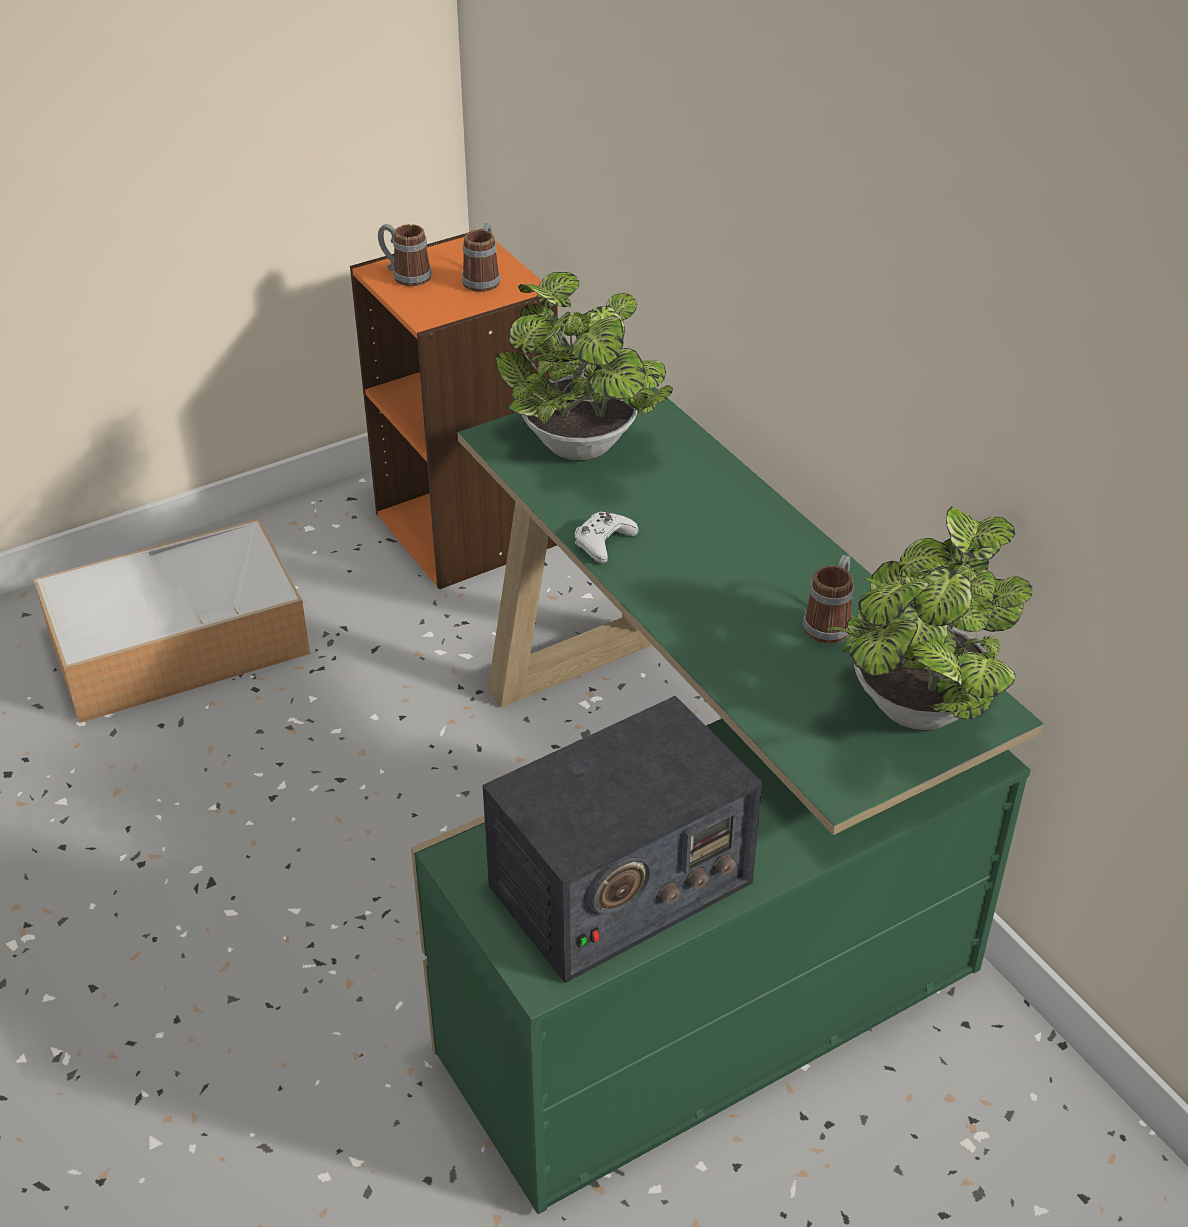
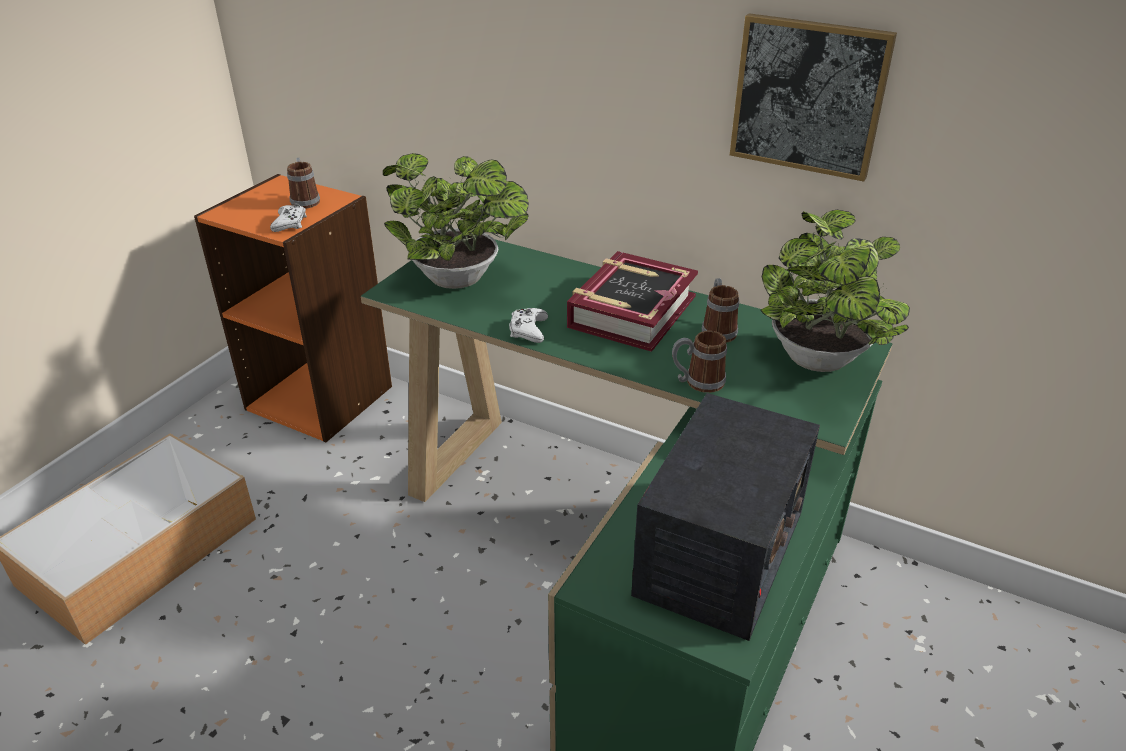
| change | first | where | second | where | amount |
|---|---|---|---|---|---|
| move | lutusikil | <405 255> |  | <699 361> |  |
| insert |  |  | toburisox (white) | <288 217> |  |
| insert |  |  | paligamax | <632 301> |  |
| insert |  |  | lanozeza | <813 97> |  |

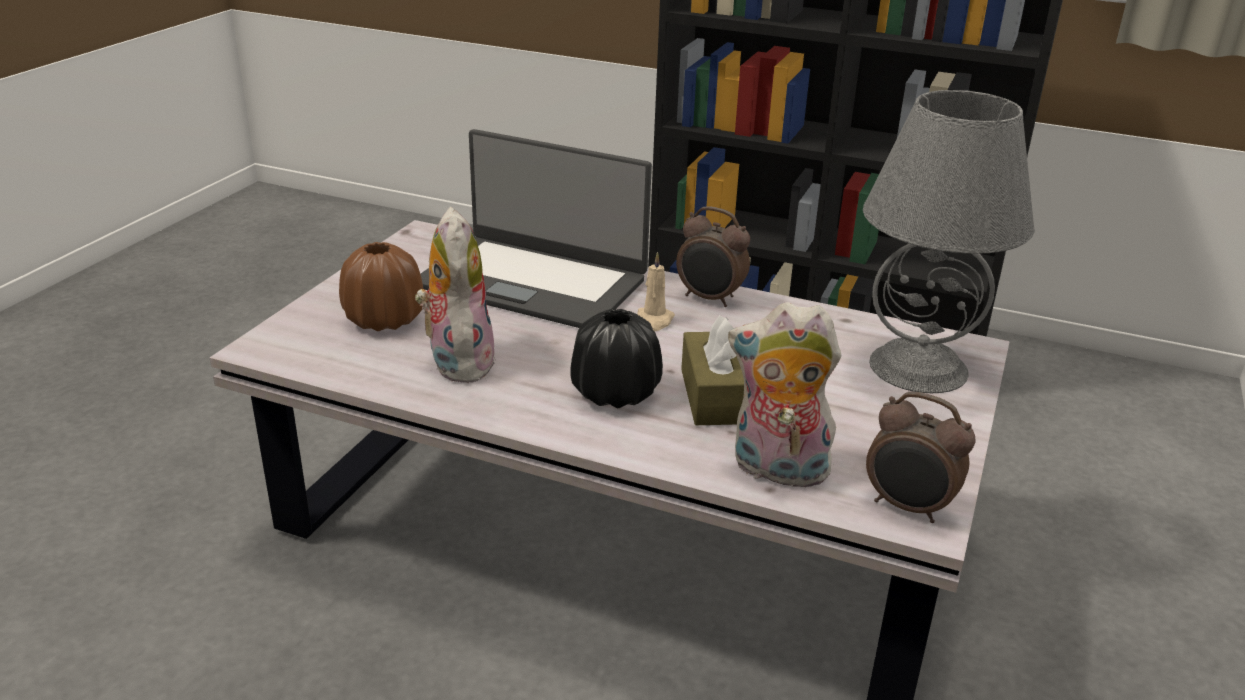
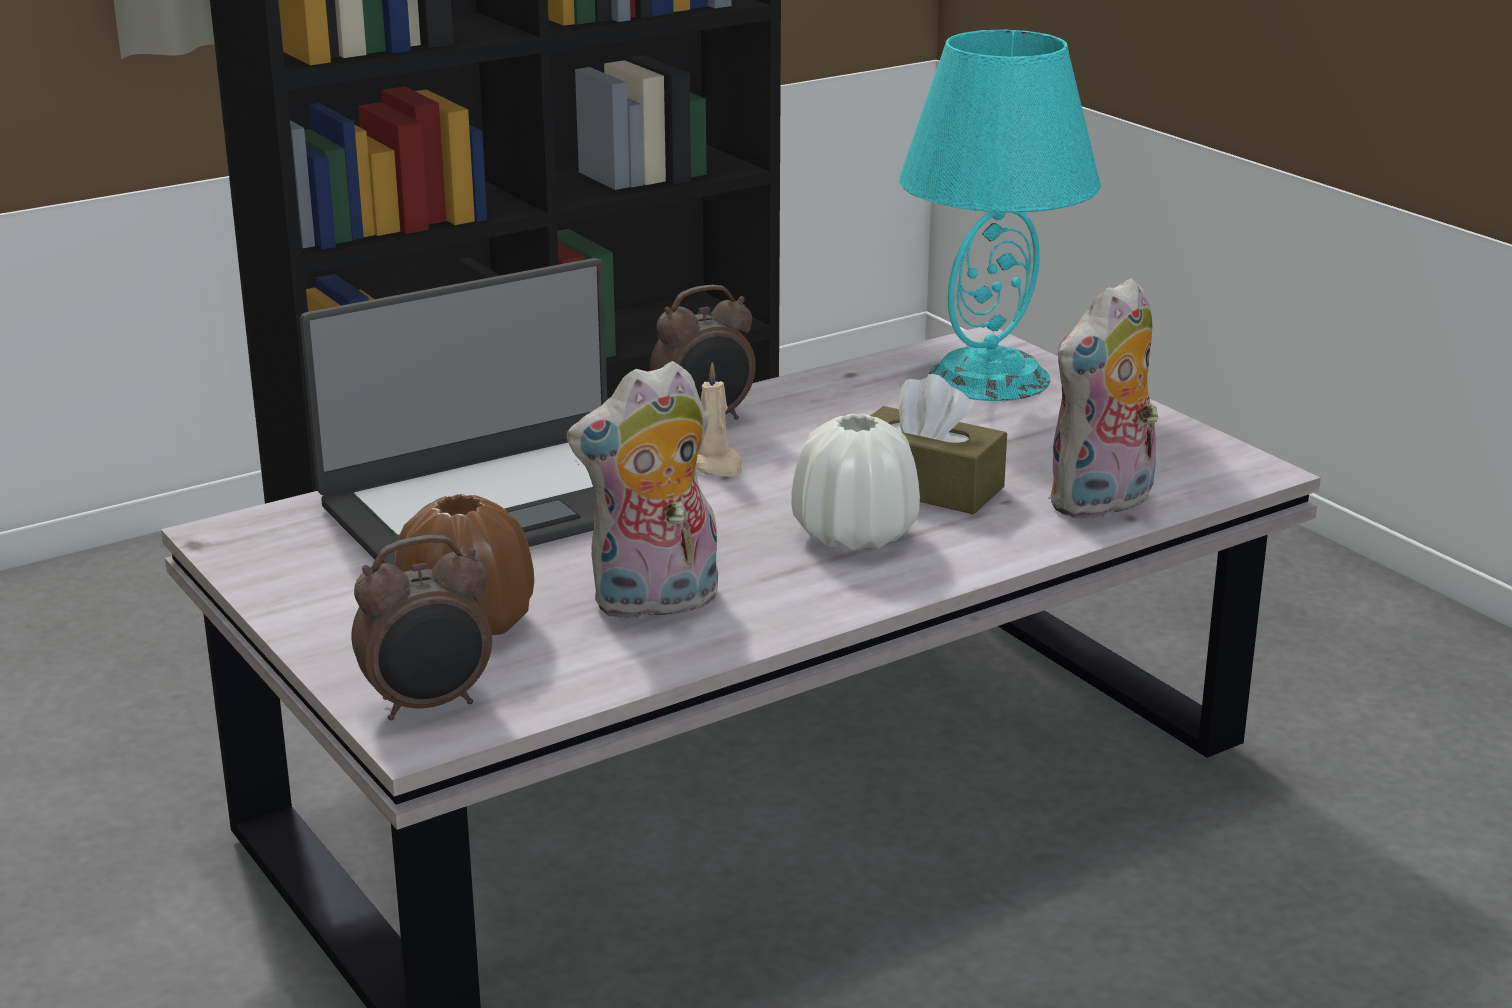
| change | first | where | second | where | amount |
|---|---|---|---|---|---|
| rotate | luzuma | <456 295> |  | <642 491> | 45 degrees counterclockwise |
| recolor | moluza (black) | <616 358> | moluza (white) | <855 482> |  |
| recolor | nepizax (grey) | <949 241> | nepizax (turquoise) | <1000 215> |  |
| move | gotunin | <921 457> |  | <421 628> |  |

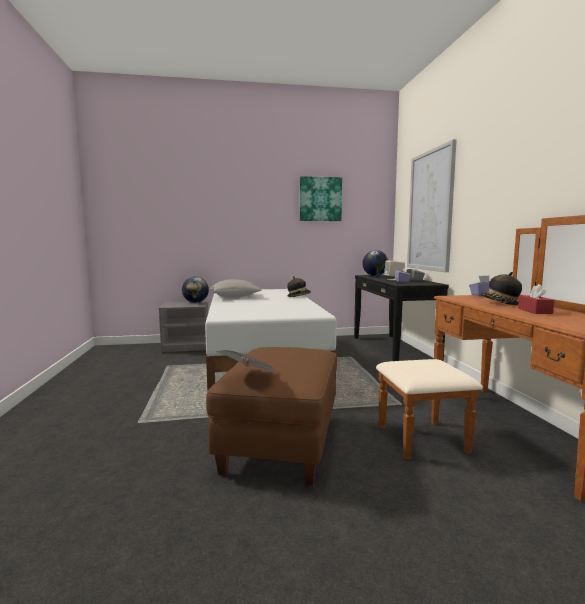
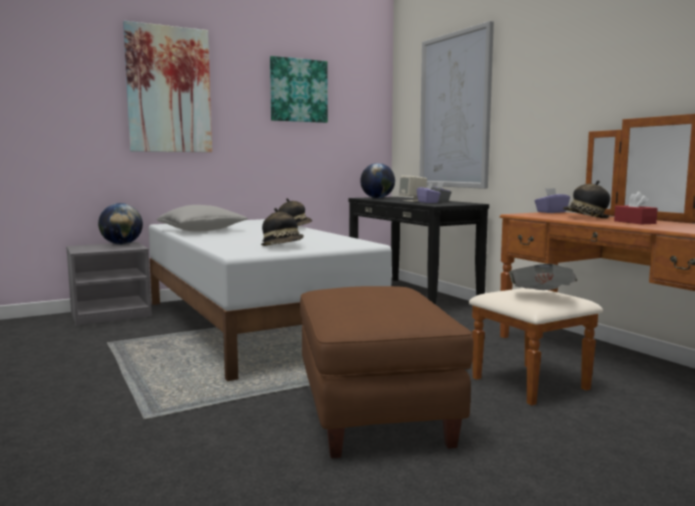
| change | first | where | second | where | amount |
|---|---|---|---|---|---|
| move | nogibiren | <246 360> |  | <543 277> |  |
| insert |  |  | lanozeza | <167 86> |  |
| insert |  |  | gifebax | <282 227> |  |

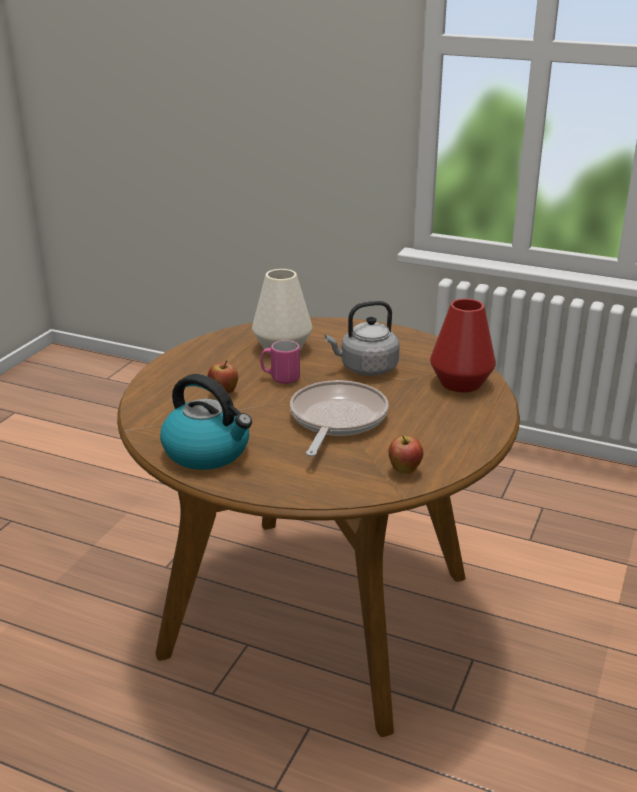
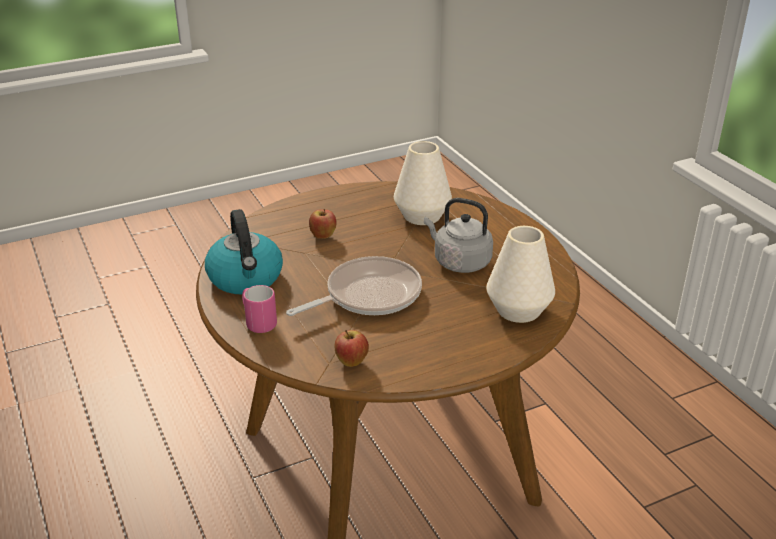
| change | first | where | second | where | amount |
|---|---|---|---|---|---|
| move | lutusikil (pink) | <280 362> |  | <259 309> |  |
| recolor | moluza (red) | <463 345> | moluza (white) | <521 274> |  |

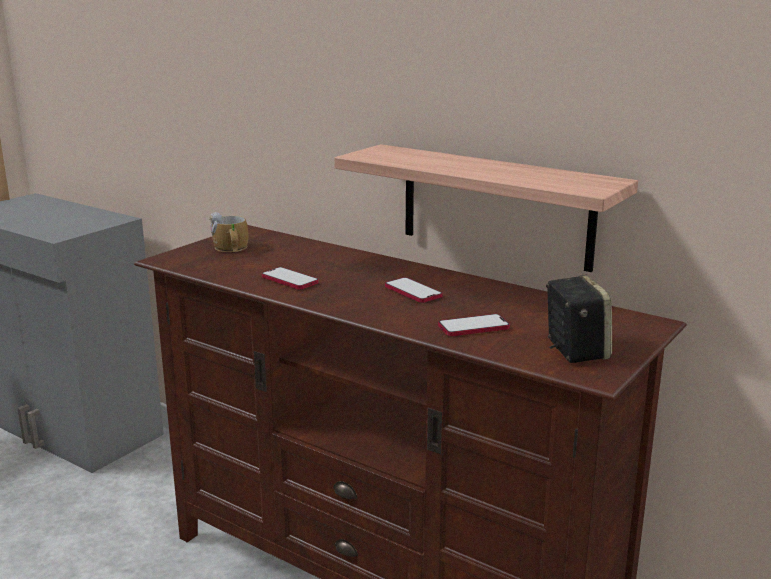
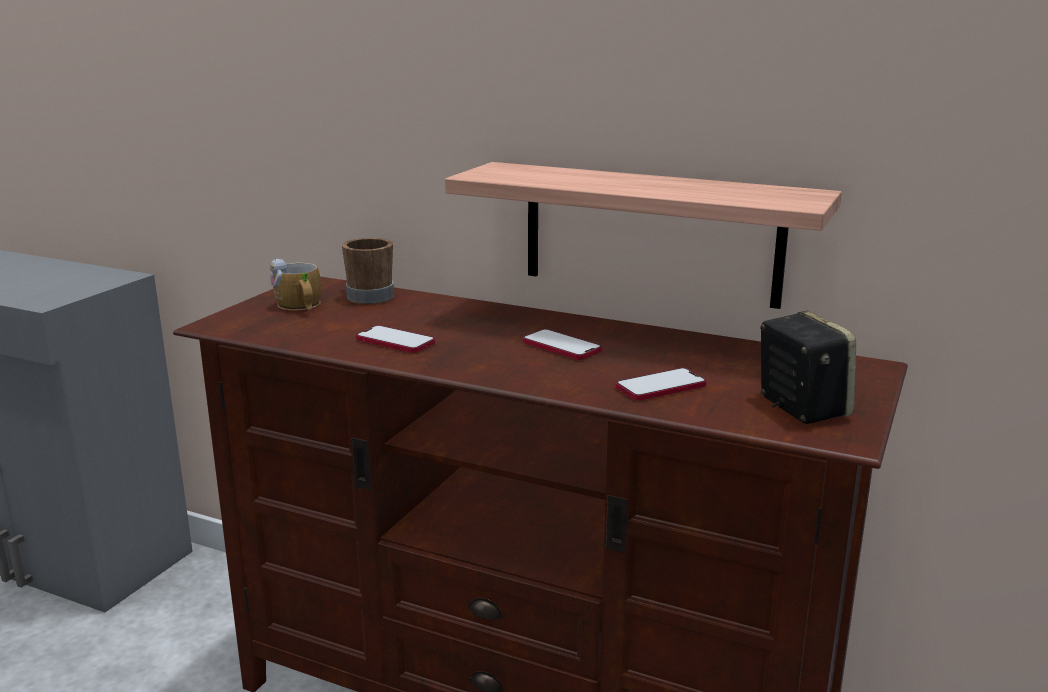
| change | first | where | second | where | amount |
|---|---|---|---|---|---|
| insert |  |  | lutusikil (brown) | <368 271> |  |

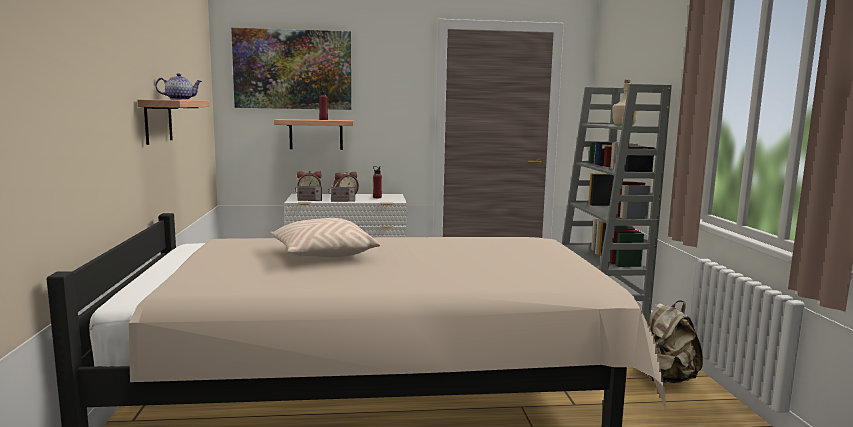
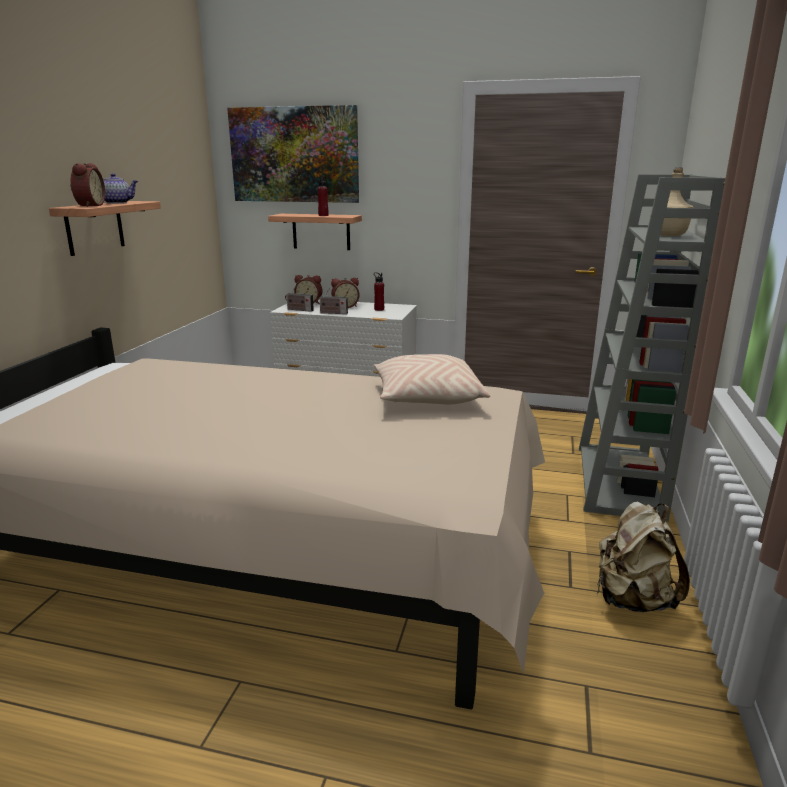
| change | first | where | second | where | amount |
|---|---|---|---|---|---|
| move | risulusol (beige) | <325 237> |  | <432 379> |  |
| insert |  |  | gotunin | <87 185> |  |

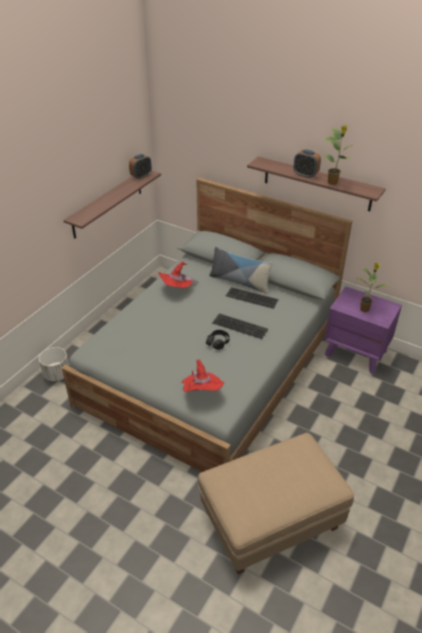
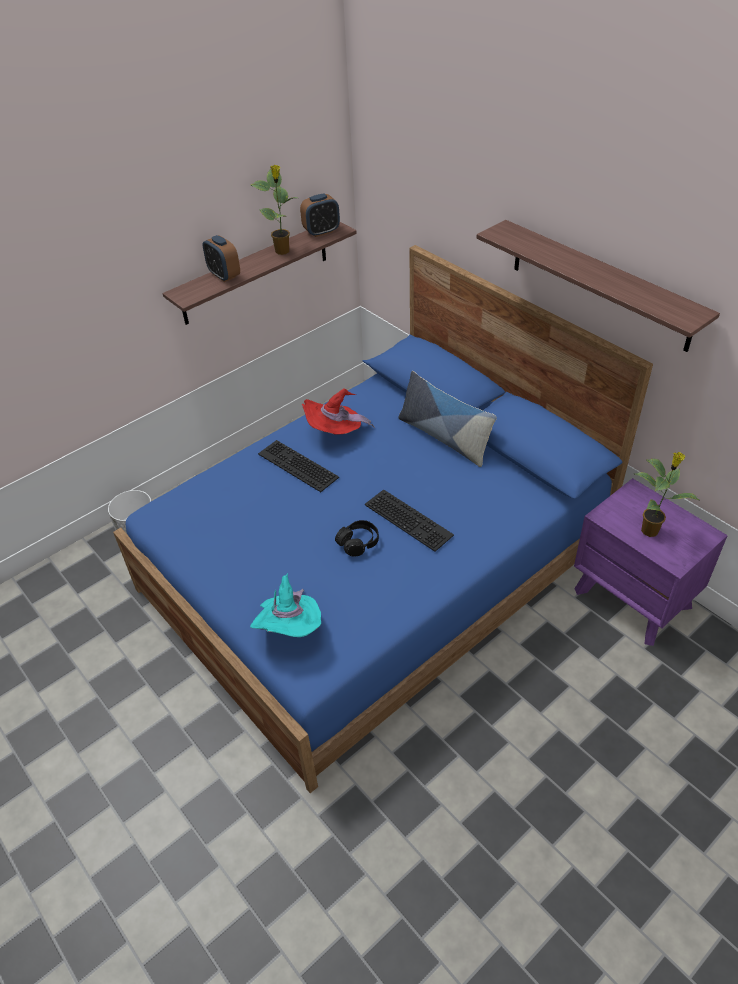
| change | first | where | second | where | amount |
|---|---|---|---|---|---|
| recolor | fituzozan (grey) | <207 325> | fituzozan (blue) | <383 519> |  |
| recolor | gifebax (red) | <202 375> | gifebax (turquoise) | <285 605> |  |
| delete | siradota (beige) | <276 503> |  |  |  |
| move | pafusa | <252 298> |  | <298 466> |  |
| move | gotunin | <307 163> |  | <221 258> |  |
| move | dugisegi | <338 155> |  | <274 210> |  |

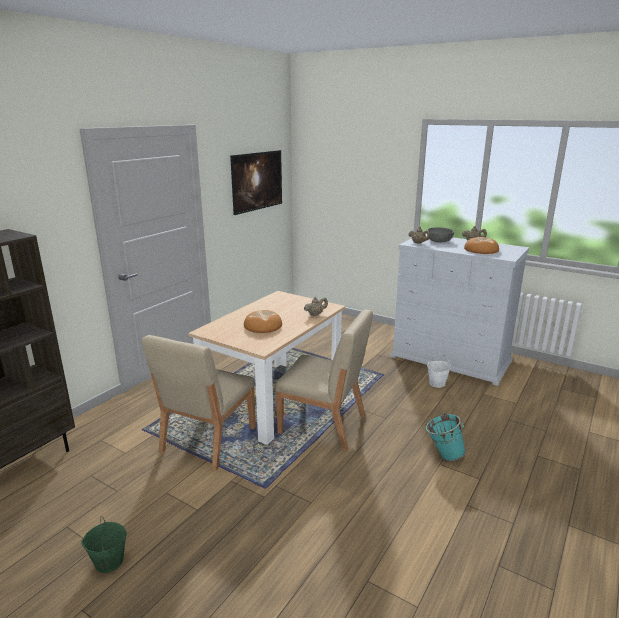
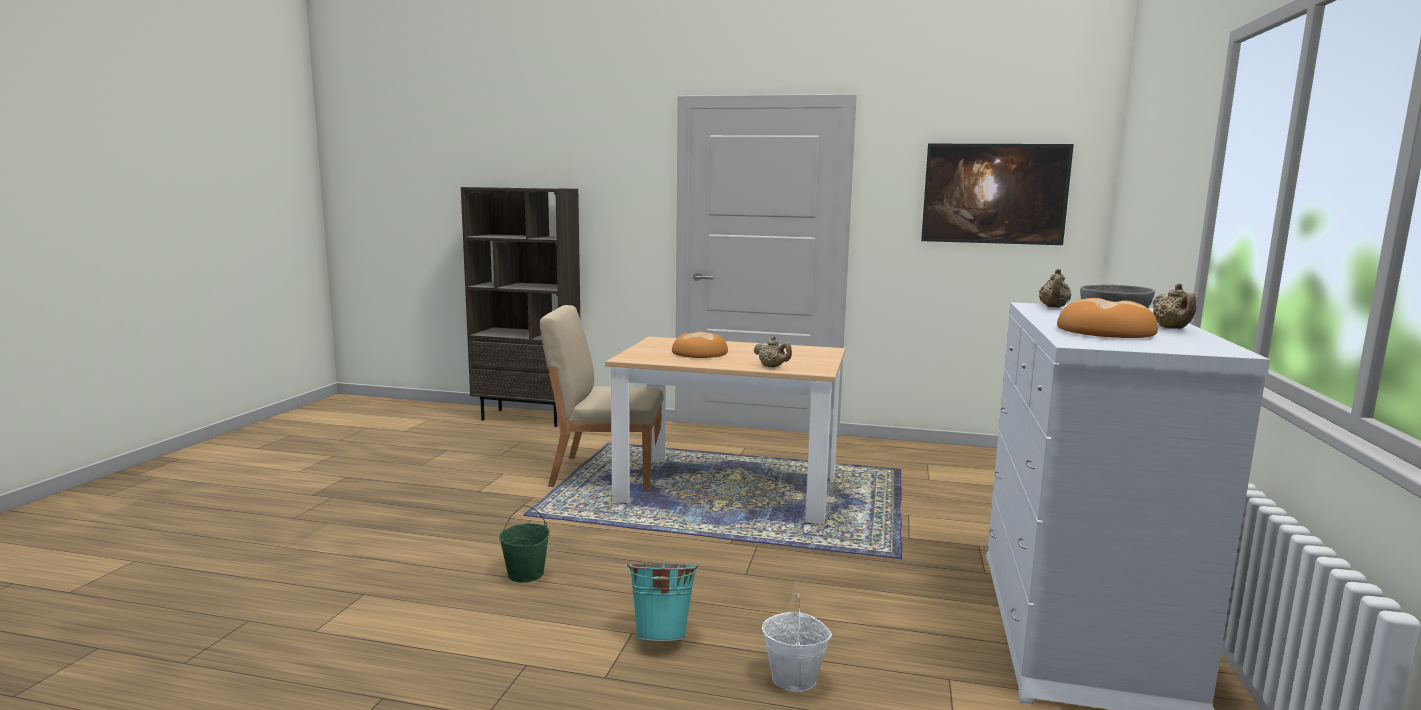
| change | first | where | second | where | amount |
|---|---|---|---|---|---|
| move | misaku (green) | <104 544> |  | <524 544> |  |
| delete | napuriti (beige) | <324 380> |  |  |  |
| move | misaku (white) | <439 370> |  | <797 642> |  |

